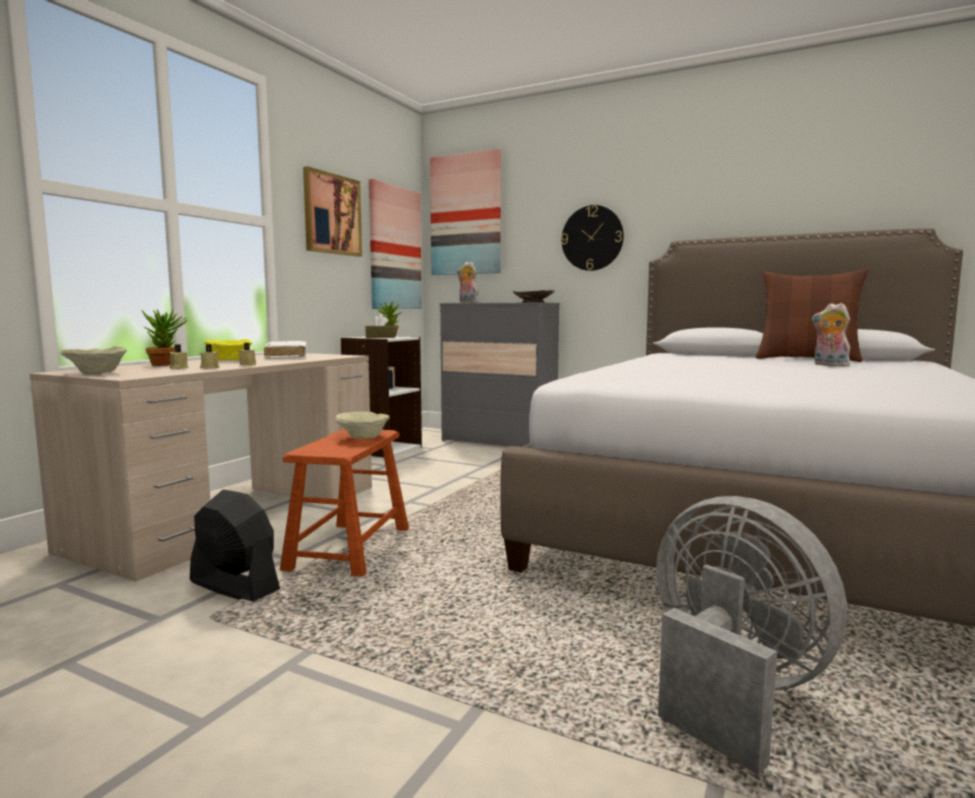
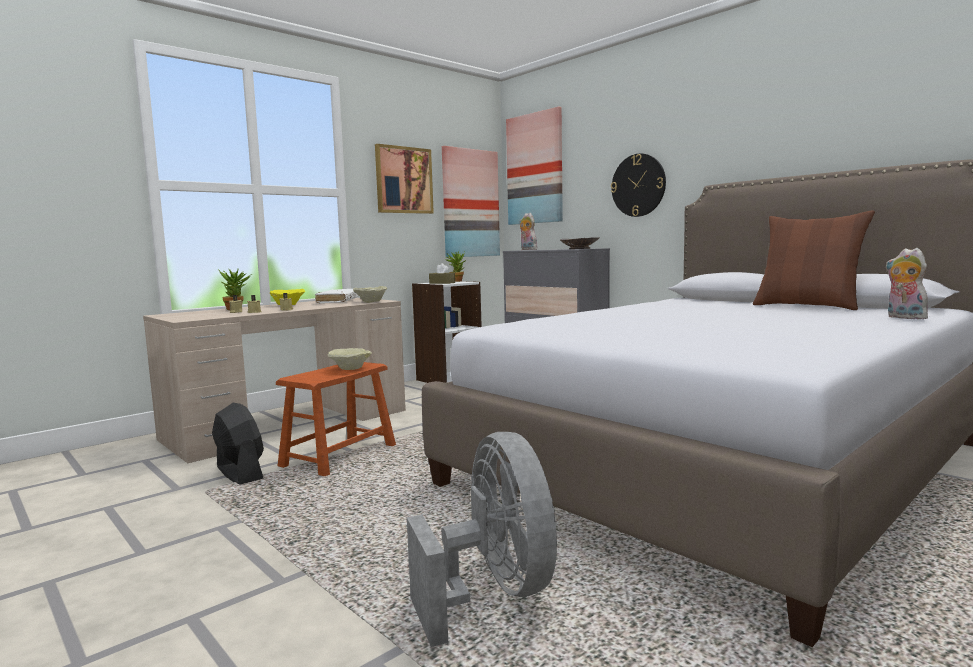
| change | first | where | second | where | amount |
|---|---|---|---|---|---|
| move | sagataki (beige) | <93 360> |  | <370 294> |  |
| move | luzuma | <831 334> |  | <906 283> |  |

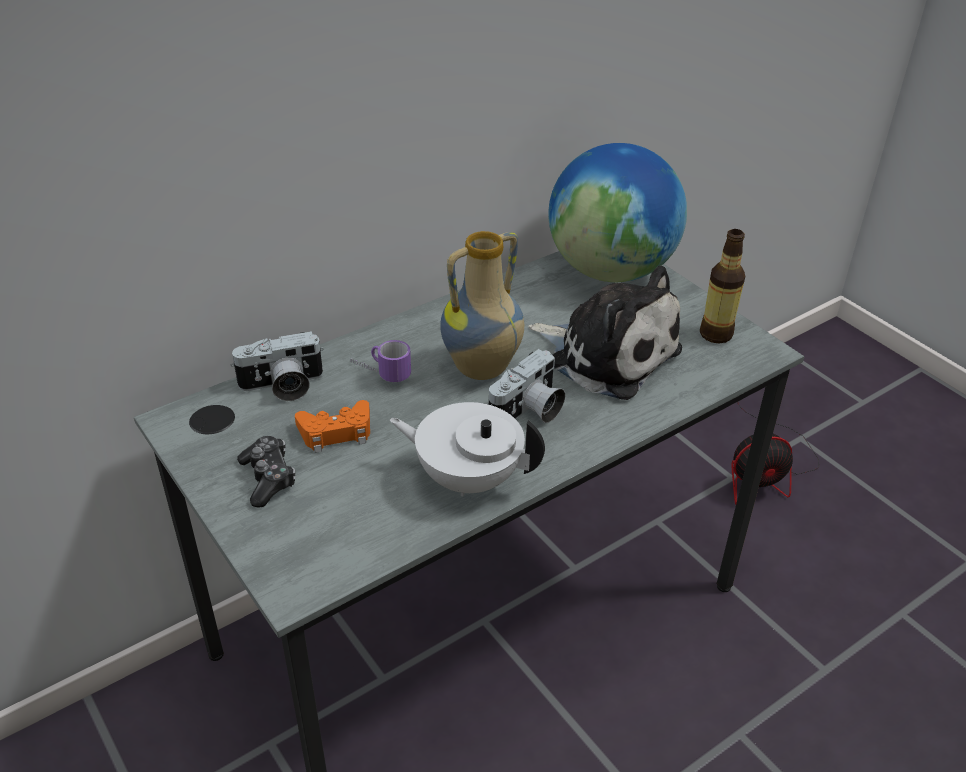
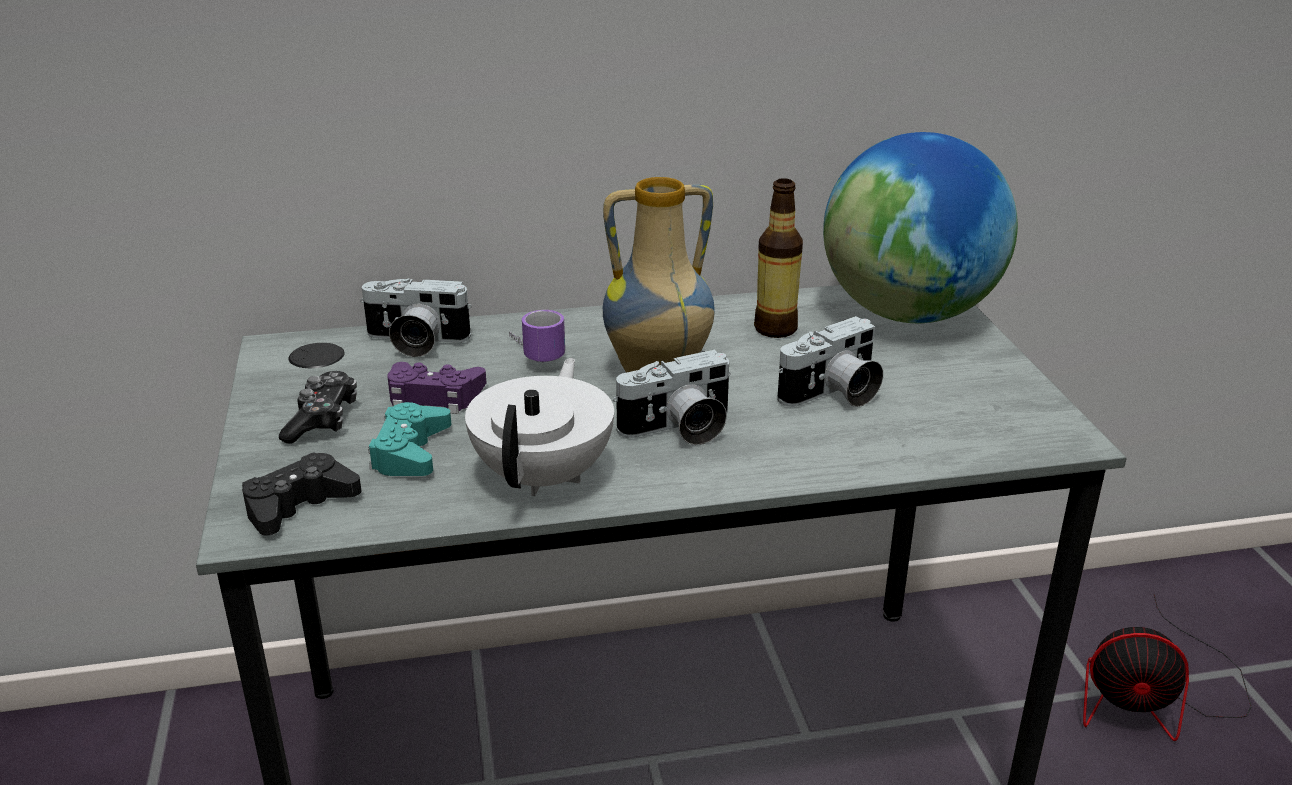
| change | first | where | second | where | amount |
|---|---|---|---|---|---|
| recolor | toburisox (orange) | <332 426> | toburisox (purple) | <436 388> |  |
| rotate | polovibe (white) | <467 449> |  | <539 427> | 60 degrees clockwise |
| replace | luzuma | <605 333> | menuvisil | <830 361> |  |
| move | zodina | <722 286> |  | <778 258> |  |
| insert |  |  | toburisox (black) | <301 494> |  |
| insert |  |  | toburisox (turquoise) | <409 439> |  |

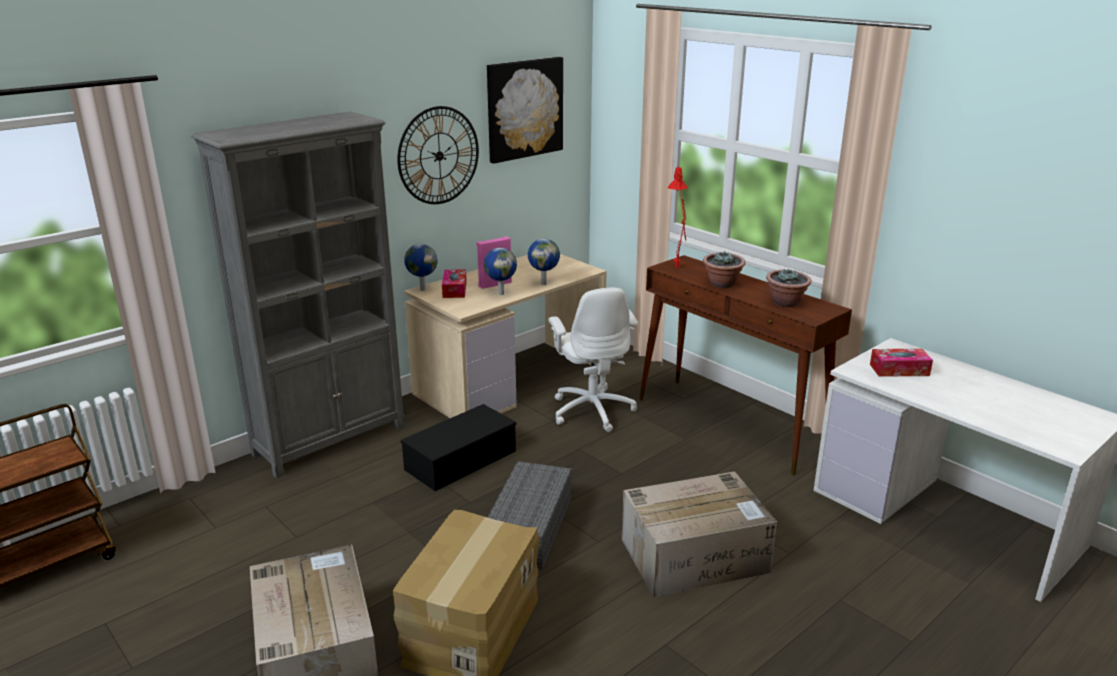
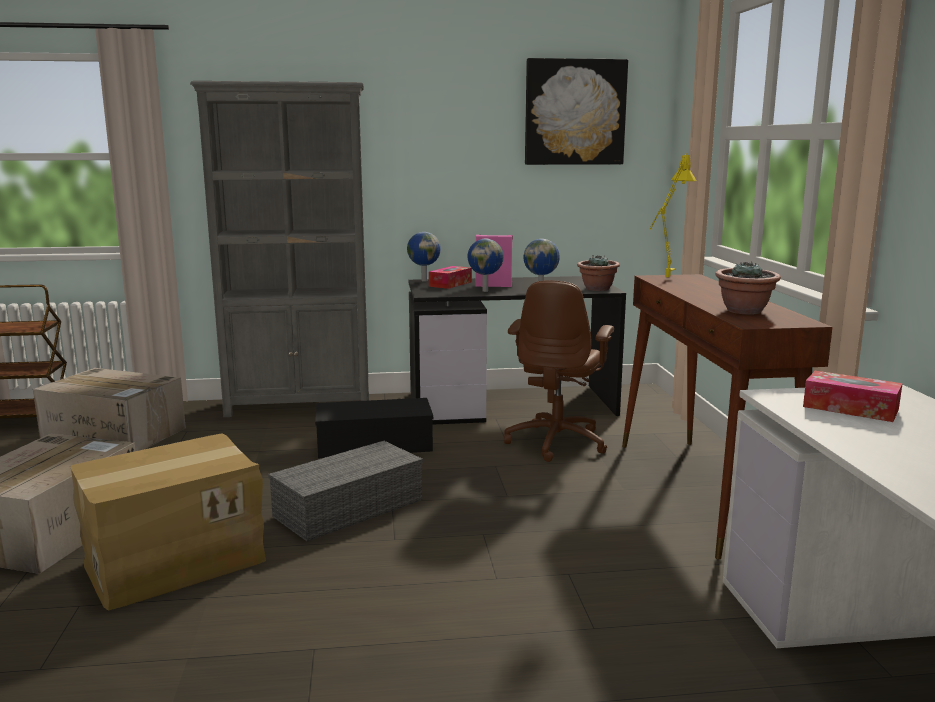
| change | first | where | second | where | amount |
|---|---|---|---|---|---|
| delete | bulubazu | <438 155> |  |  |  |
| recolor | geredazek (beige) | <505 336> | geredazek (black) | <517 350> |  |
| recolor | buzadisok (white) | <593 360> | buzadisok (brown) | <559 371> |  |
| move | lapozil | <699 534> |  | <109 409> |  |
| recolor | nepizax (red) | <677 216> | nepizax (yellow) | <673 215> |  |
| move | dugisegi | <724 270> |  | <598 273> |  |

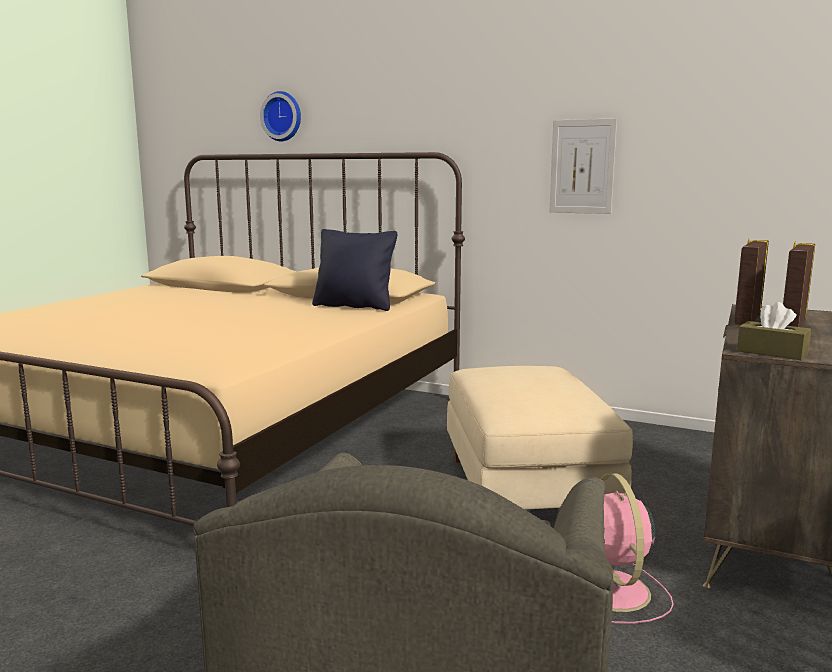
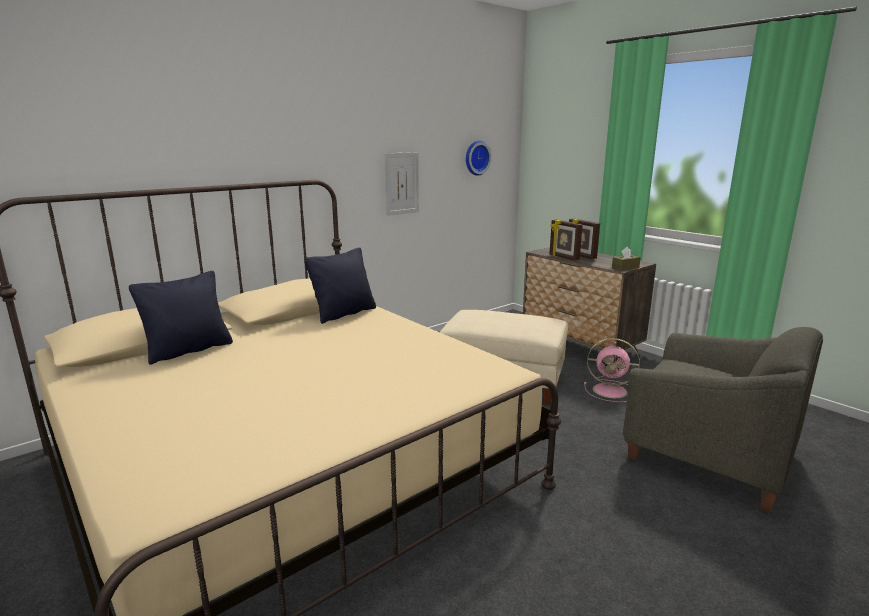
| change | first | where | second | where | amount |
|---|---|---|---|---|---|
| move | bulubazu | <280 116> |  | <478 158> |  |
| insert |  |  | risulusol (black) | <181 318> |  |

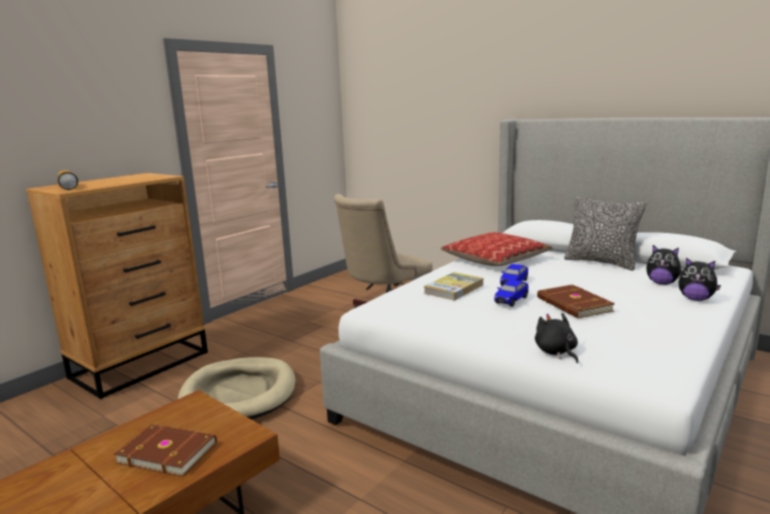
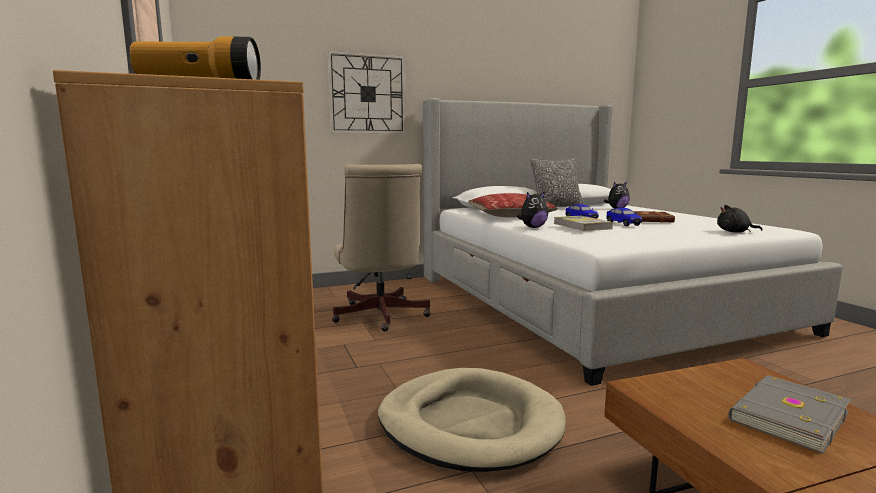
| change | first | where | second | where | amount |
|---|---|---|---|---|---|
| recolor | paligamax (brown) | <165 450> | paligamax (grey) | <789 414> |  |
| move | luzuma | <699 279> |  | <532 209> |  |
| insert |  |  | bulubazu | <366 92> |  |

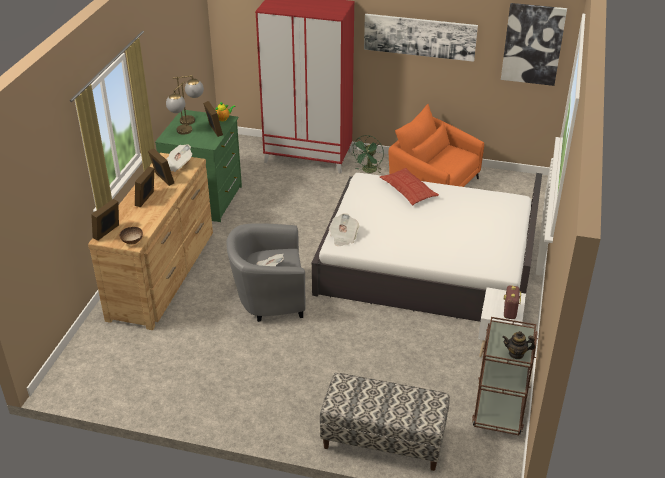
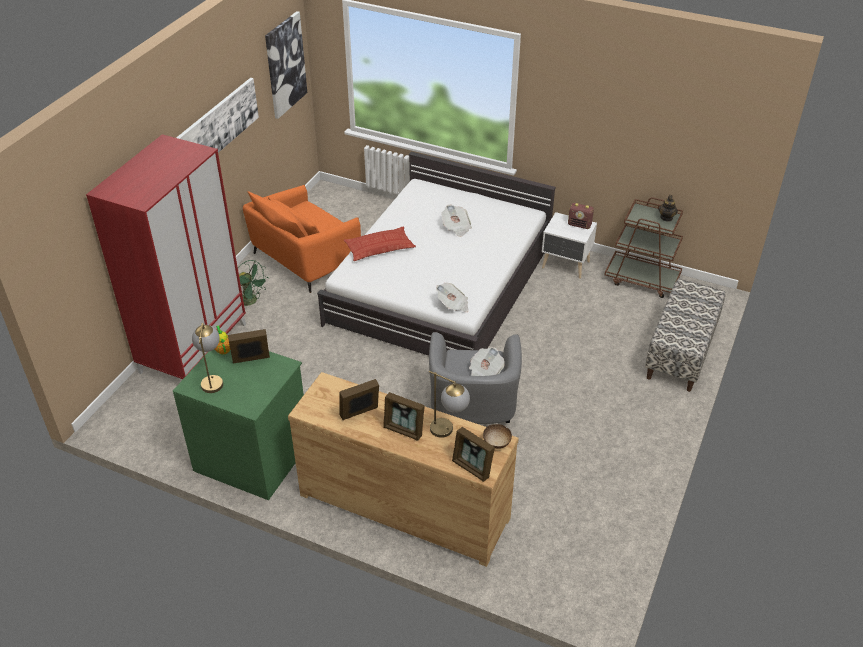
| change | first | where | second | where | amount |
|---|---|---|---|---|---|
| move | nepizax | <179 108> |  | <449 404> |  |
| move | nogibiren | <179 158> |  | <456 220> |  |

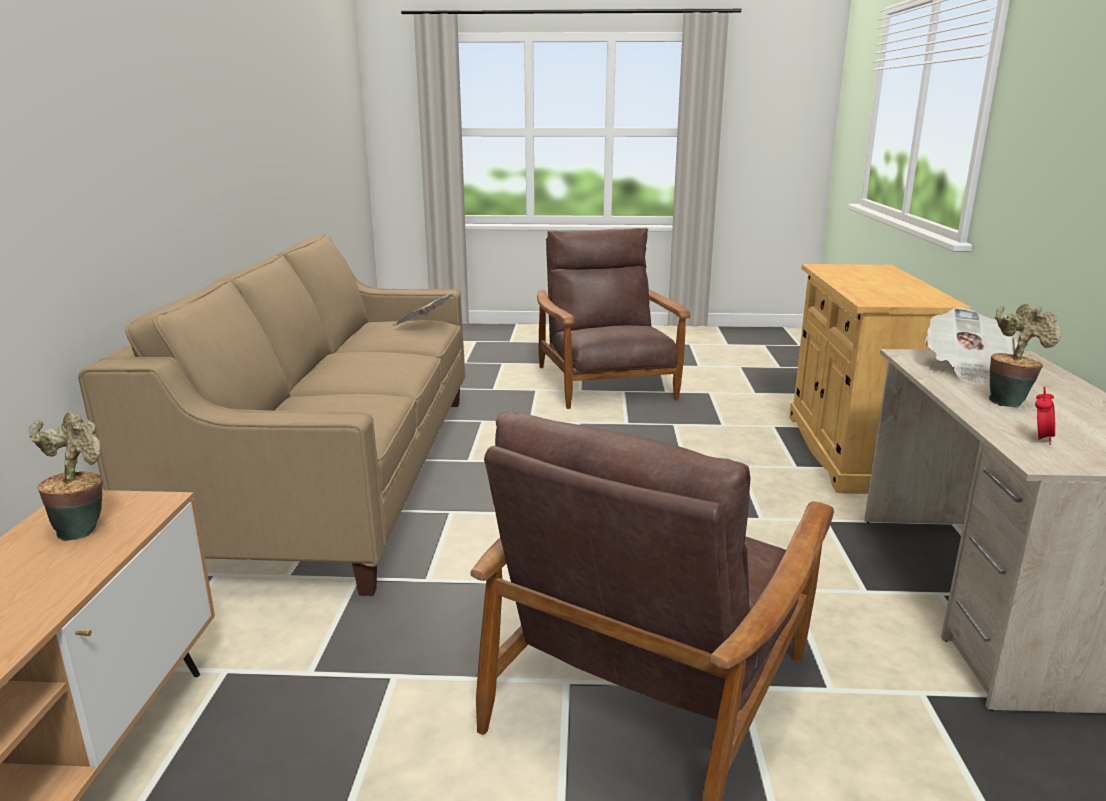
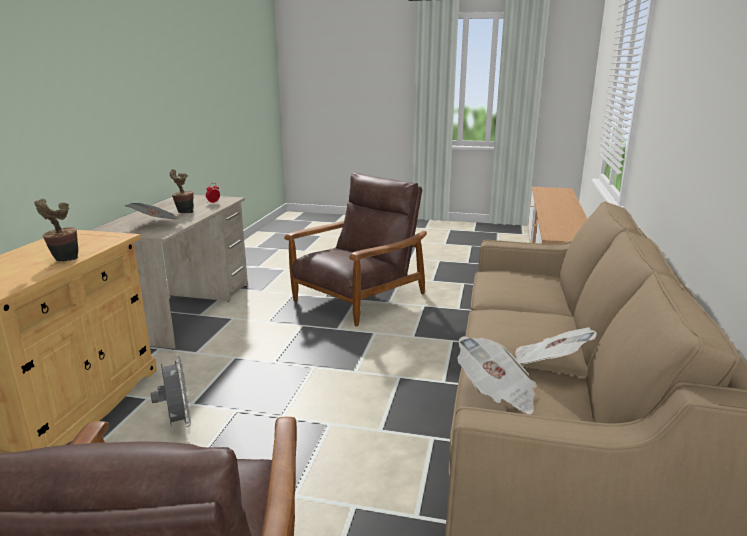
| change | first | where | second | where | amount |
|---|---|---|---|---|---|
| move | dugisegi | <66 476> |  | <56 229> |  |
| insert |  |  | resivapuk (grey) | <171 391> |  |
| insert |  |  | nogibiren | <556 345> |  |

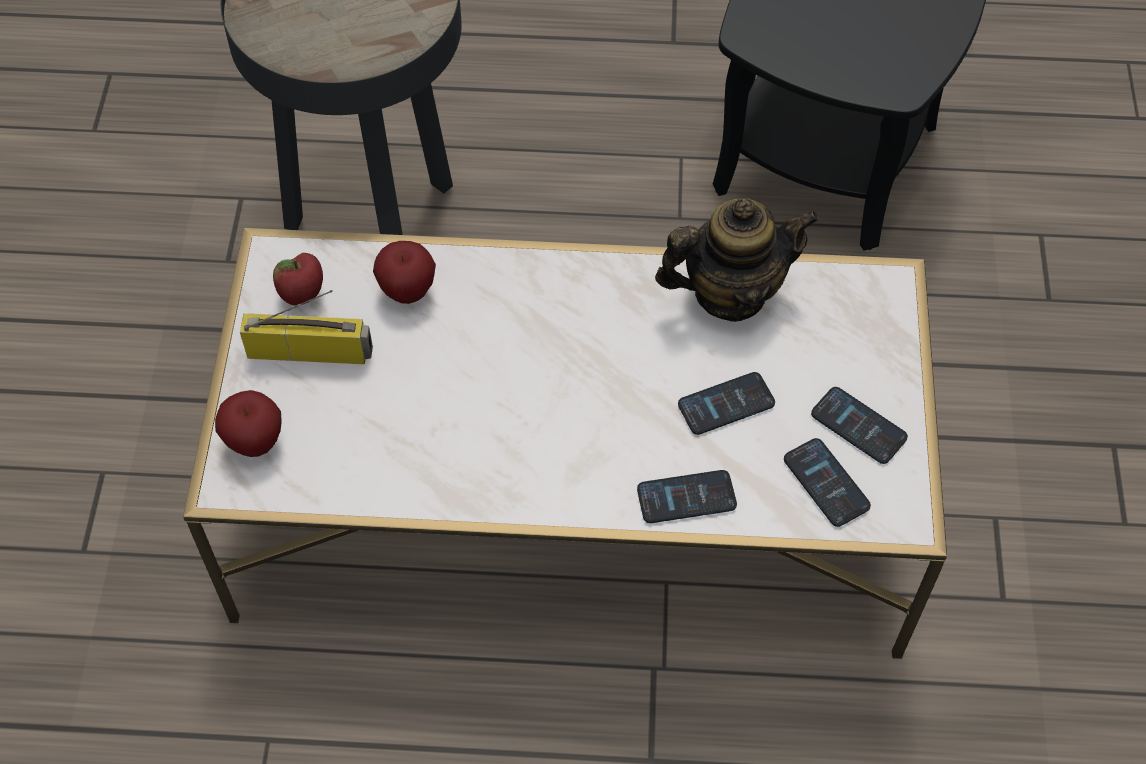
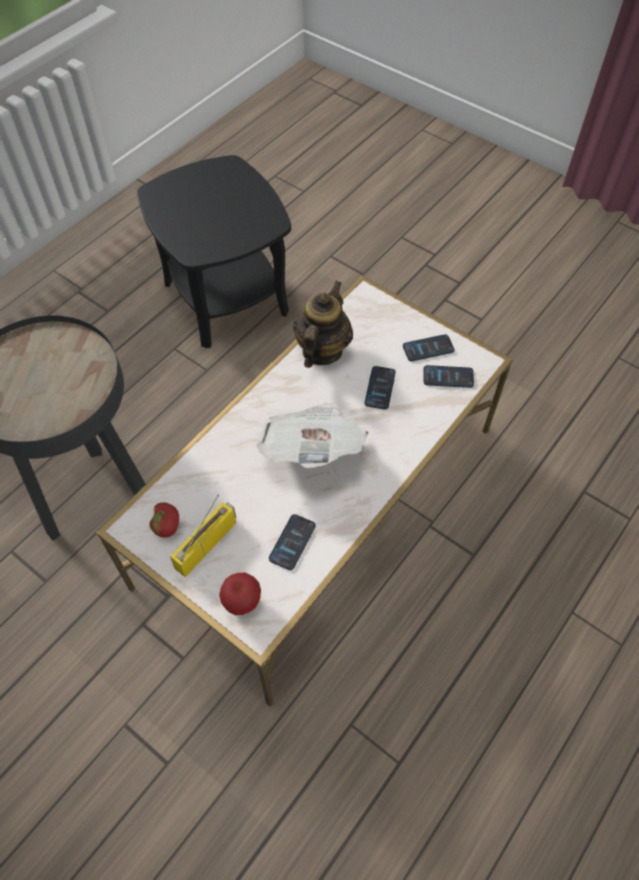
| change | first | where | second | where | amount |
|---|---|---|---|---|---|
| delete | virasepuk | <404 272> |  |  |  |
| move | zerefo | <687 496> |  | <292 542> |  |
| insert |  |  | nogibiren | <313 435> |  |

